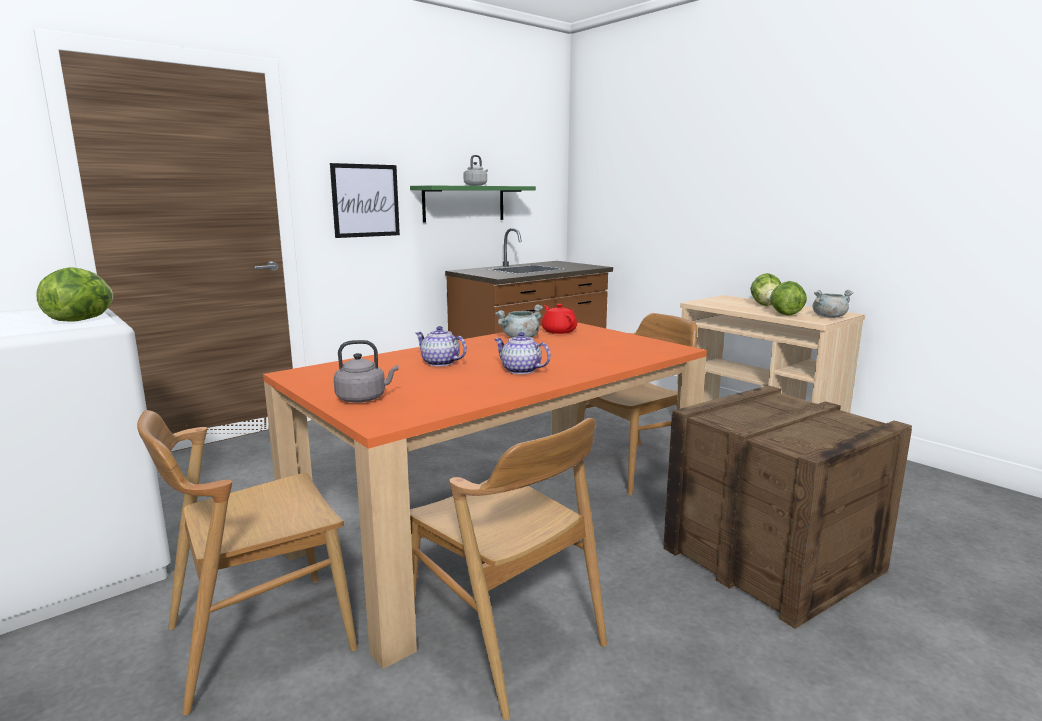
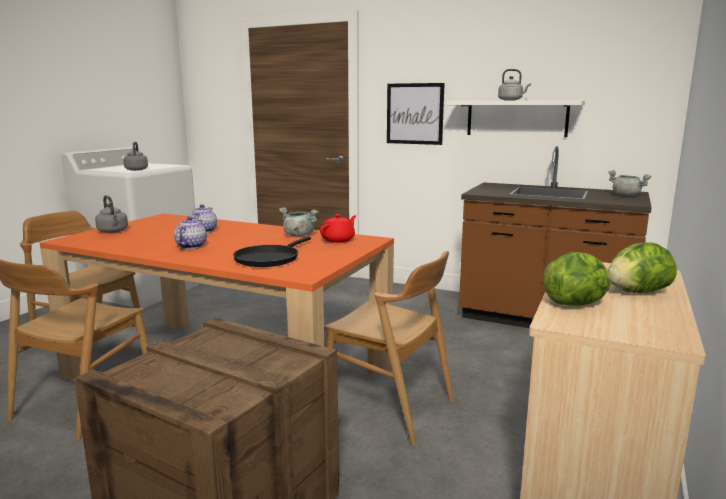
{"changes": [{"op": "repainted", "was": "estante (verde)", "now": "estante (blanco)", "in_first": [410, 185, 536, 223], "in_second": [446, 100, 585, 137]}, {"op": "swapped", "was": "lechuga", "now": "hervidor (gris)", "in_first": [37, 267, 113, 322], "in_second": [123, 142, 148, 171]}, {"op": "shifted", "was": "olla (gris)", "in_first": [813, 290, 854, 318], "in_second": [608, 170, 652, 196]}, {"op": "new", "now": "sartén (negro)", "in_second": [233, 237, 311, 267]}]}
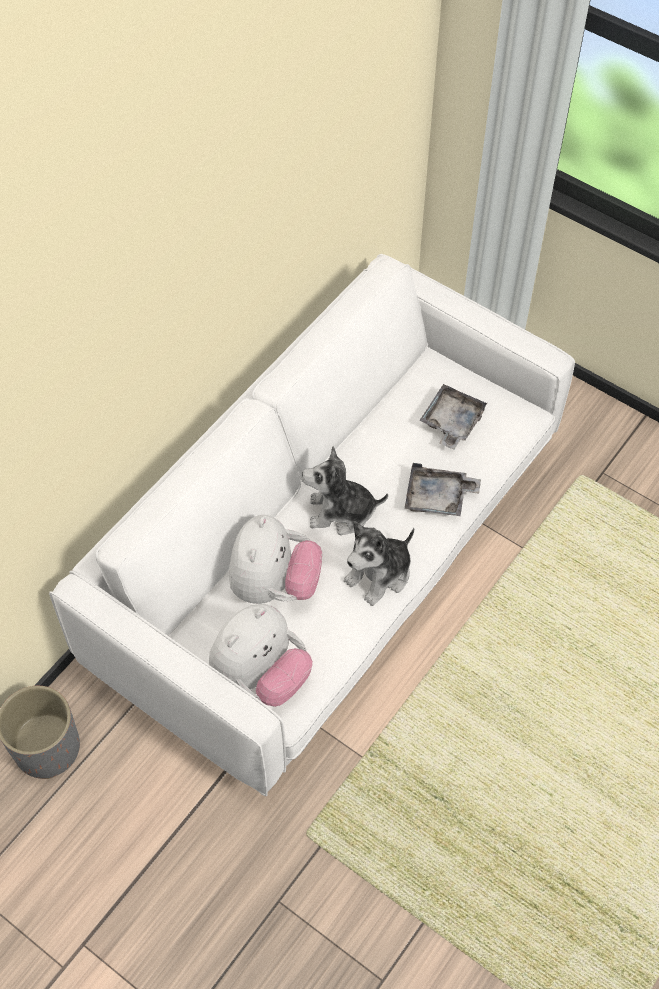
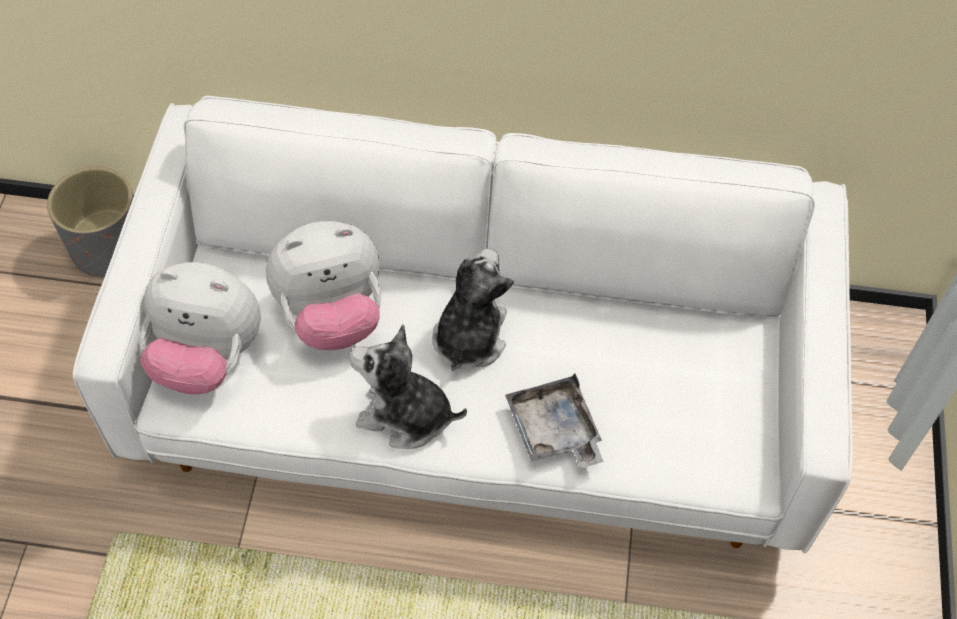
{"changes": [{"op": "gone", "was": "bandeja (gris)", "in_first": [419, 384, 487, 450]}, {"op": "rotated", "was": "peluche", "in_first": [302, 446, 388, 535], "in_second": [432, 248, 514, 371], "clockwise": 45}]}
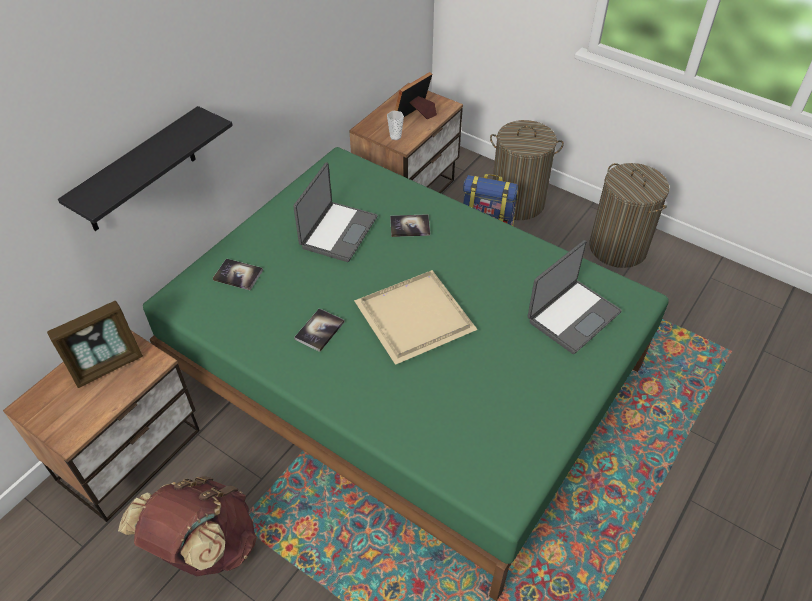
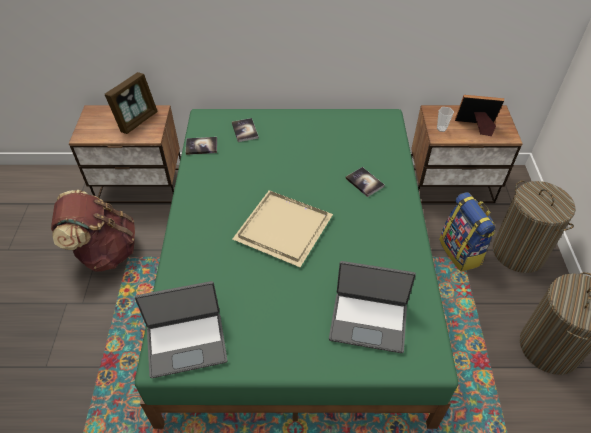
{"changes": [{"op": "gone", "was": "estante (negro)", "in_first": [58, 106, 233, 231]}, {"op": "shifted", "was": "portátil", "in_first": [293, 162, 377, 262], "in_second": [135, 281, 228, 378]}, {"op": "rotated", "was": "portarretratos", "in_first": [47, 301, 143, 388], "in_second": [105, 72, 158, 134], "clockwise": -75}, {"op": "shifted", "was": "libro", "in_first": [294, 308, 345, 352], "in_second": [185, 137, 217, 155]}]}
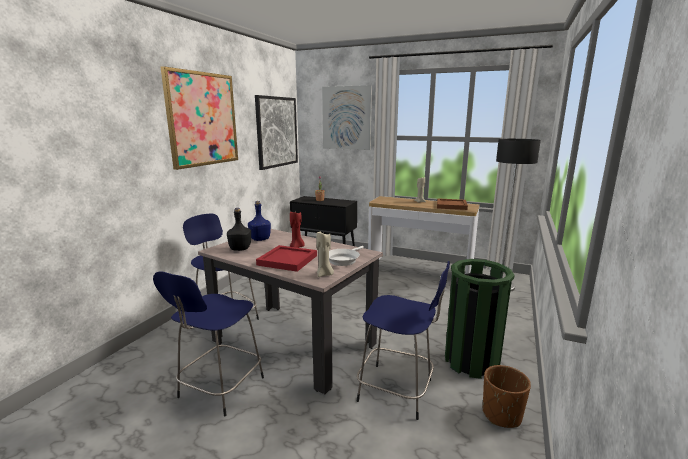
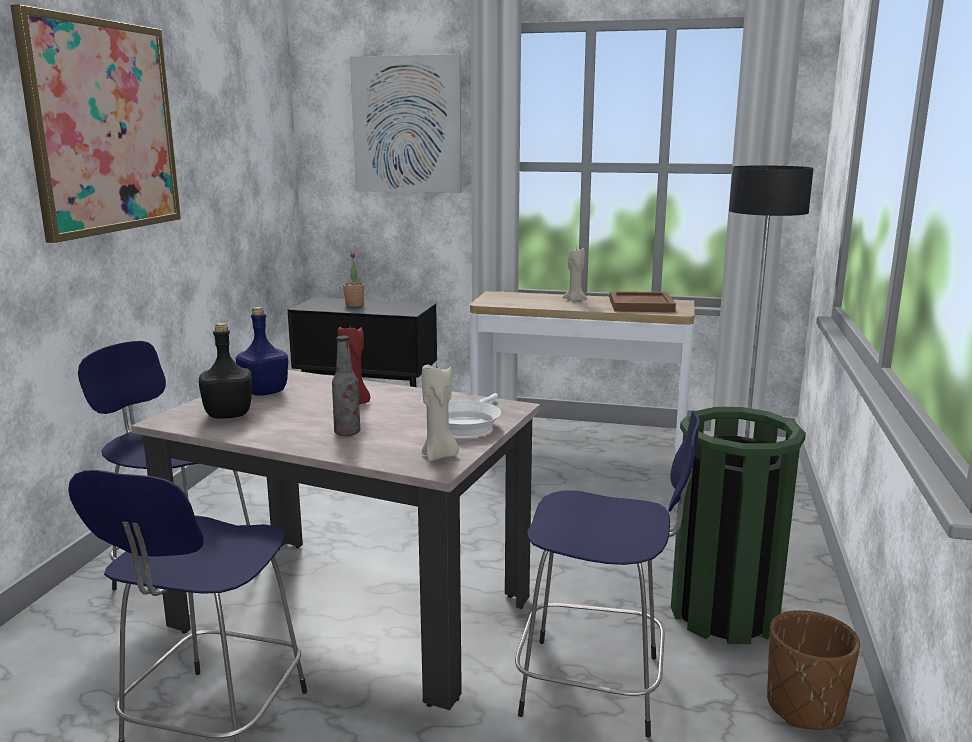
{"changes": [{"op": "gone", "was": "cuadro", "in_first": [255, 95, 298, 170]}, {"op": "swapped", "was": "bandeja (rojo)", "now": "botella", "in_first": [256, 245, 317, 272], "in_second": [332, 336, 360, 436]}]}
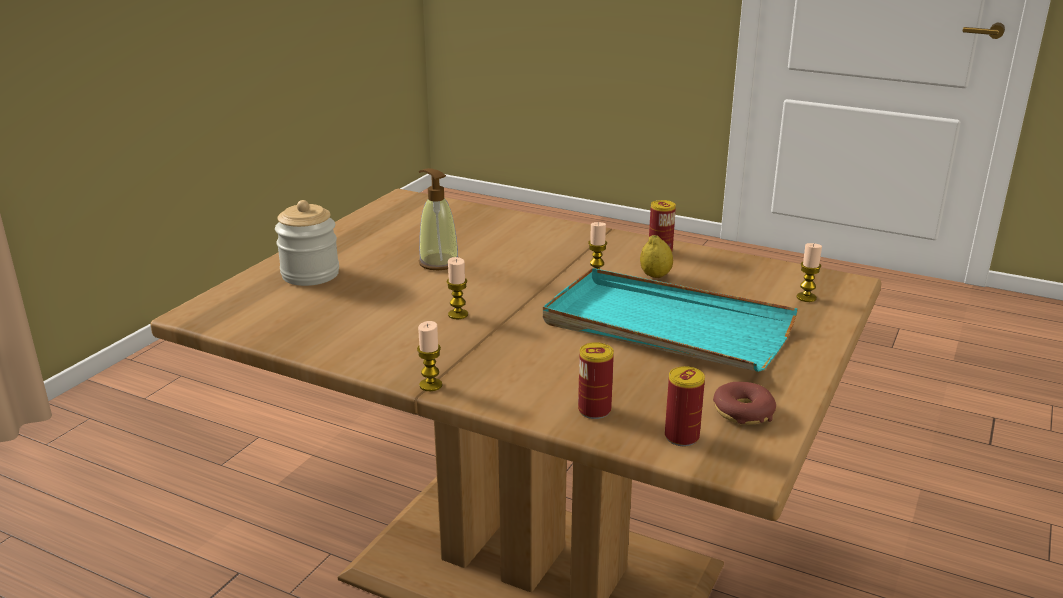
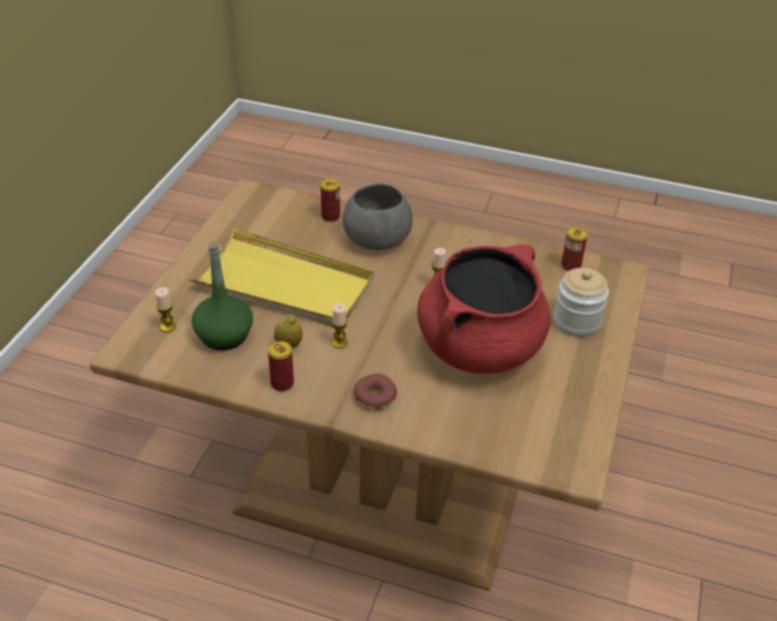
{"changes": [{"op": "swapped", "was": "dispensador de jabón", "now": "olla (rojo)", "in_first": [419, 168, 458, 270], "in_second": [417, 244, 550, 374]}, {"op": "repainted", "was": "bandeja (turquesa)", "now": "bandeja (amarillo)", "in_first": [543, 268, 798, 372], "in_second": [189, 228, 374, 327]}, {"op": "gone", "was": "vela", "in_first": [417, 321, 442, 391]}, {"op": "shifted", "was": "lata", "in_first": [665, 366, 705, 446], "in_second": [561, 227, 588, 271]}, {"op": "shifted", "was": "rosquilla", "in_first": [713, 382, 776, 425], "in_second": [354, 374, 397, 410]}, {"op": "new", "now": "cuenco (gris)", "in_second": [343, 184, 413, 250]}, {"op": "new", "now": "botella (verde)", "in_second": [192, 241, 253, 350]}]}
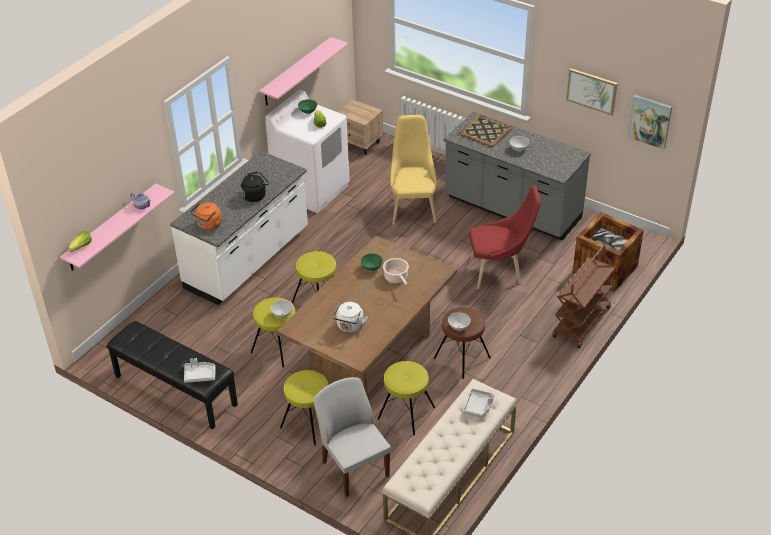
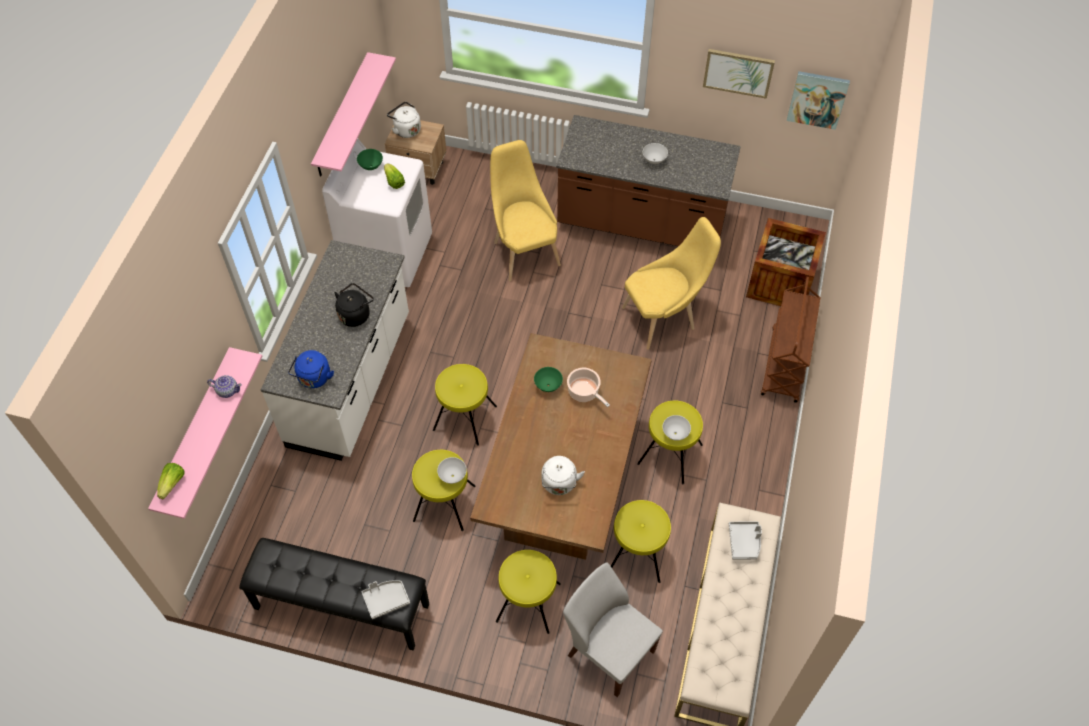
{"changes": [{"op": "repainted", "was": "mueble bajo de cocina (gris)", "now": "mueble bajo de cocina (marrón)", "in_first": [444, 112, 591, 241], "in_second": [556, 115, 741, 246]}, {"op": "gone", "was": "bandeja", "in_first": [459, 115, 513, 147]}, {"op": "repainted", "was": "silla (rojo)", "now": "silla (amarillo)", "in_first": [469, 185, 541, 289], "in_second": [622, 217, 721, 350]}, {"op": "repainted", "was": "hervidor (naranja)", "now": "hervidor (azul)", "in_first": [190, 202, 221, 230], "in_second": [288, 350, 334, 388]}, {"op": "repainted", "was": "taburete (marrón)", "now": "taburete (amarillo)", "in_first": [434, 307, 491, 379], "in_second": [637, 400, 703, 484]}, {"op": "new", "now": "hervidor (blanco)", "in_second": [387, 102, 421, 138]}]}
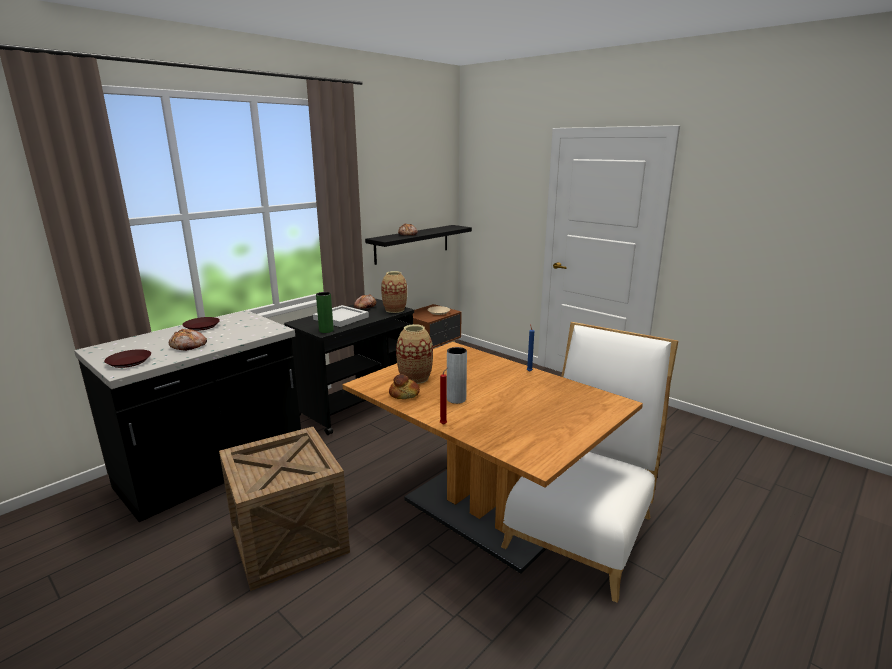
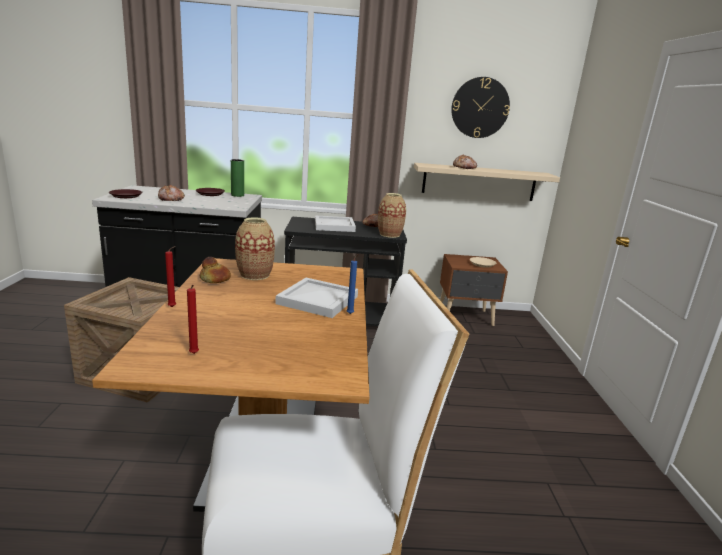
{"changes": [{"op": "repainted", "was": "estante (negro)", "now": "estante (beis)", "in_first": [365, 225, 472, 265], "in_second": [414, 163, 560, 201]}, {"op": "shifted", "was": "florero (verde)", "in_first": [316, 292, 334, 333], "in_second": [231, 159, 244, 197]}, {"op": "gone", "was": "florero (gris)", "in_first": [447, 347, 467, 404]}, {"op": "new", "now": "reloj de pared", "in_second": [451, 77, 510, 138]}, {"op": "new", "now": "bandeja (blanco)", "in_second": [276, 278, 358, 318]}, {"op": "new", "now": "vela (rojo)", "in_second": [187, 285, 199, 354]}]}
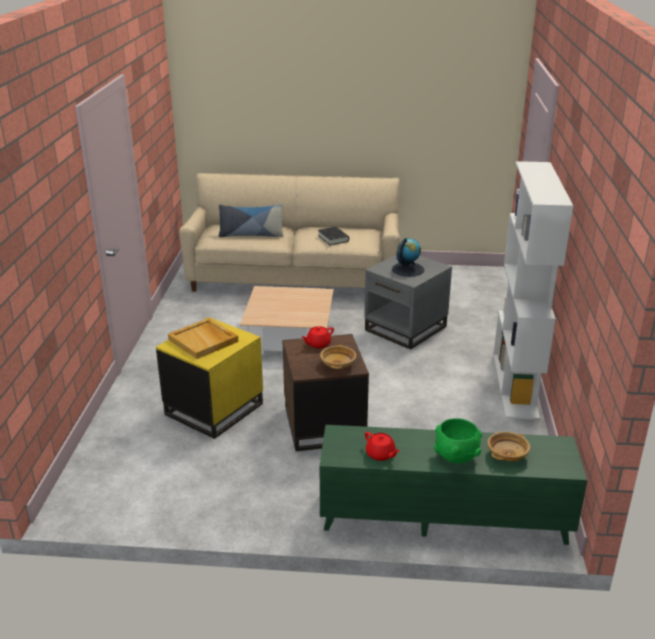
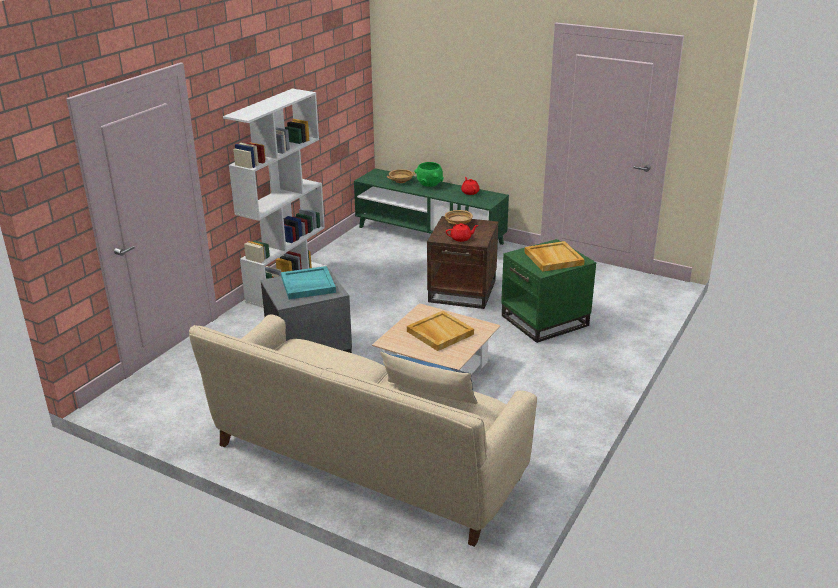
{"changes": [{"op": "gone", "was": "libro (negro)", "in_first": [318, 227, 349, 245]}, {"op": "swapped", "was": "globo terráqueo", "now": "bandeja (turquesa)", "in_first": [392, 238, 424, 277], "in_second": [281, 266, 336, 299]}, {"op": "repainted", "was": "mesa auxiliar (amarillo)", "now": "mesa auxiliar (verde)", "in_first": [156, 317, 263, 439], "in_second": [501, 239, 596, 343]}, {"op": "new", "now": "bandeja (beis)", "in_second": [407, 311, 474, 351]}]}
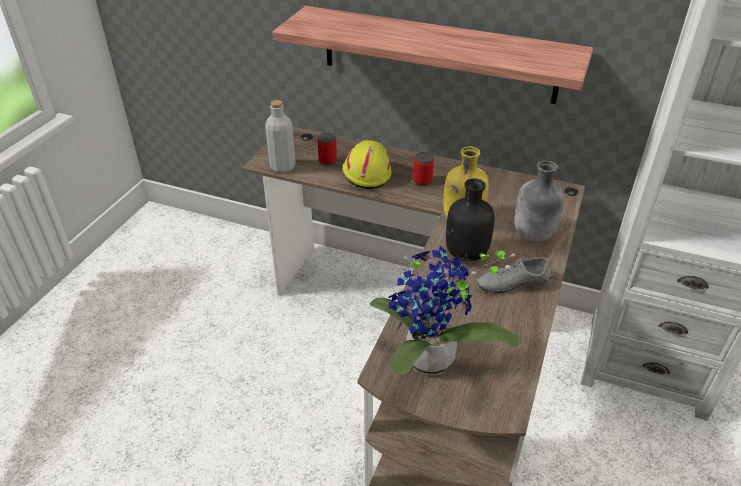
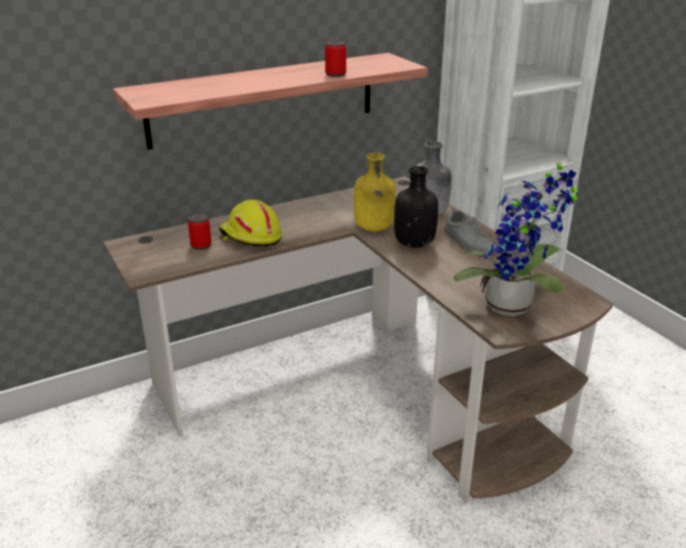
{"changes": [{"op": "gone", "was": "botella (gris)", "in_first": [265, 100, 296, 173]}, {"op": "shifted", "was": "lata", "in_first": [413, 152, 434, 186], "in_second": [325, 40, 346, 77]}, {"op": "rotated", "was": "zapato (gris)", "in_first": [476, 256, 552, 294], "in_second": [444, 209, 496, 254], "clockwise": -60}]}
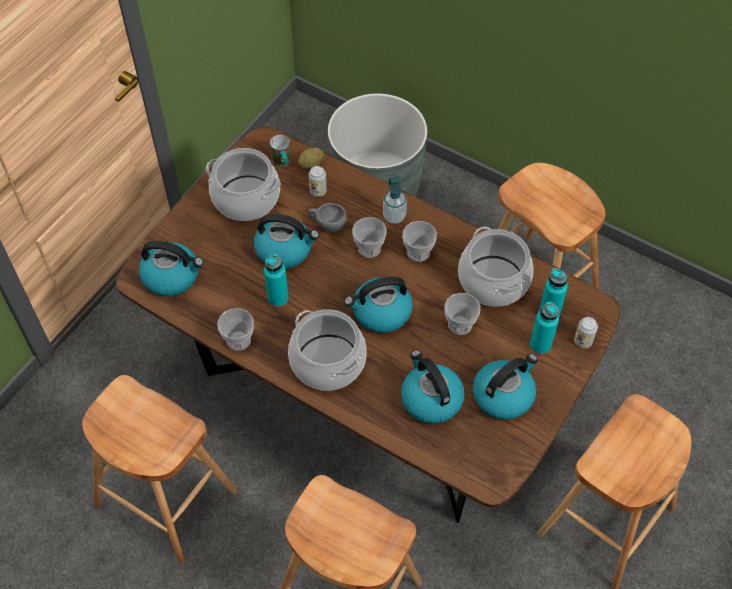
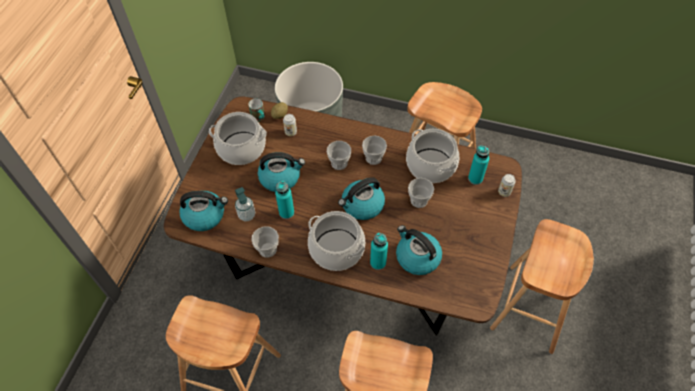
{"changes": [{"op": "shifted", "was": "dispensador de jabón", "in_first": [383, 176, 407, 224], "in_second": [235, 187, 255, 221]}, {"op": "gone", "was": "taza (gris)", "in_first": [308, 203, 347, 232]}, {"op": "shifted", "was": "botella (turquesa)", "in_first": [530, 301, 559, 354], "in_second": [370, 233, 388, 270]}, {"op": "gone", "was": "hervidor", "in_first": [472, 354, 538, 420]}]}
